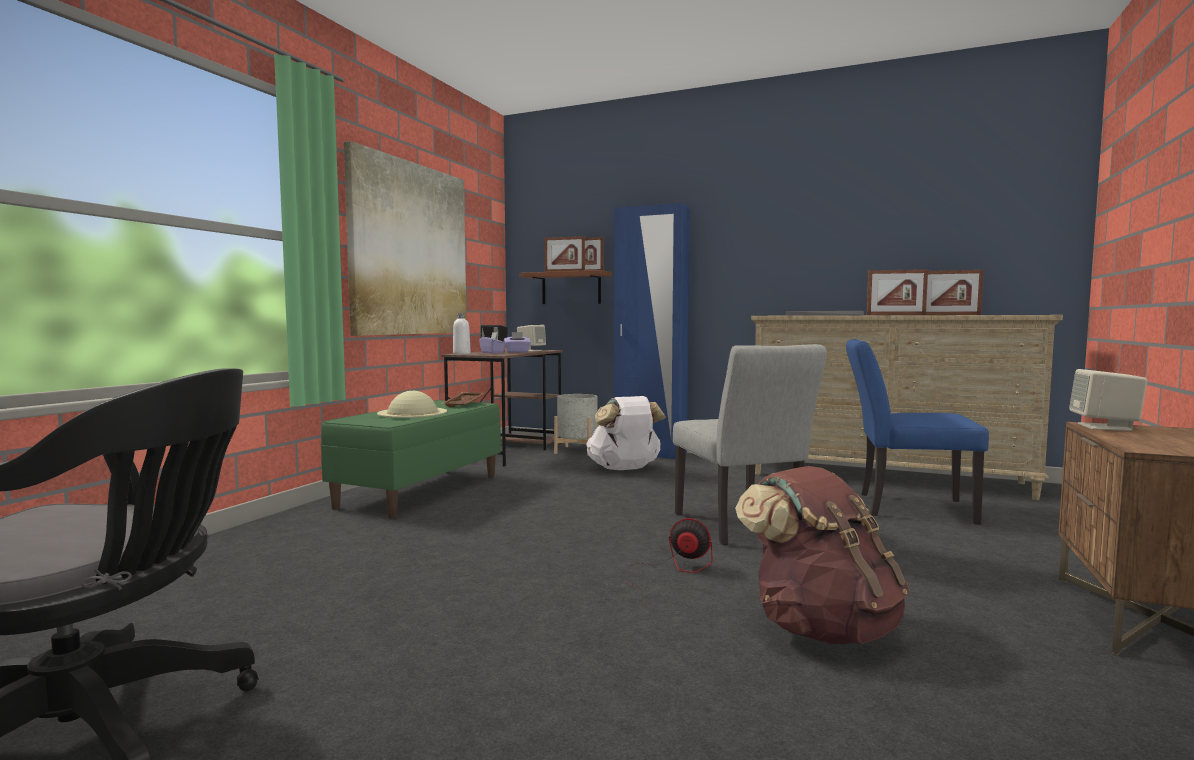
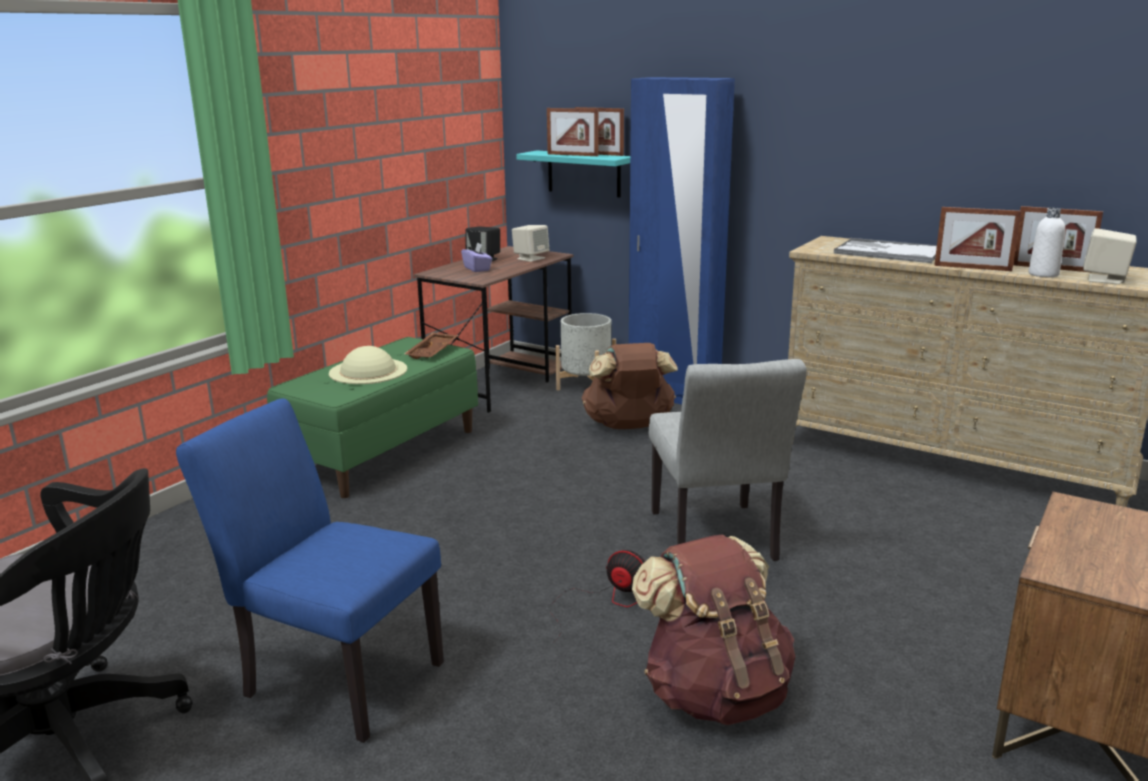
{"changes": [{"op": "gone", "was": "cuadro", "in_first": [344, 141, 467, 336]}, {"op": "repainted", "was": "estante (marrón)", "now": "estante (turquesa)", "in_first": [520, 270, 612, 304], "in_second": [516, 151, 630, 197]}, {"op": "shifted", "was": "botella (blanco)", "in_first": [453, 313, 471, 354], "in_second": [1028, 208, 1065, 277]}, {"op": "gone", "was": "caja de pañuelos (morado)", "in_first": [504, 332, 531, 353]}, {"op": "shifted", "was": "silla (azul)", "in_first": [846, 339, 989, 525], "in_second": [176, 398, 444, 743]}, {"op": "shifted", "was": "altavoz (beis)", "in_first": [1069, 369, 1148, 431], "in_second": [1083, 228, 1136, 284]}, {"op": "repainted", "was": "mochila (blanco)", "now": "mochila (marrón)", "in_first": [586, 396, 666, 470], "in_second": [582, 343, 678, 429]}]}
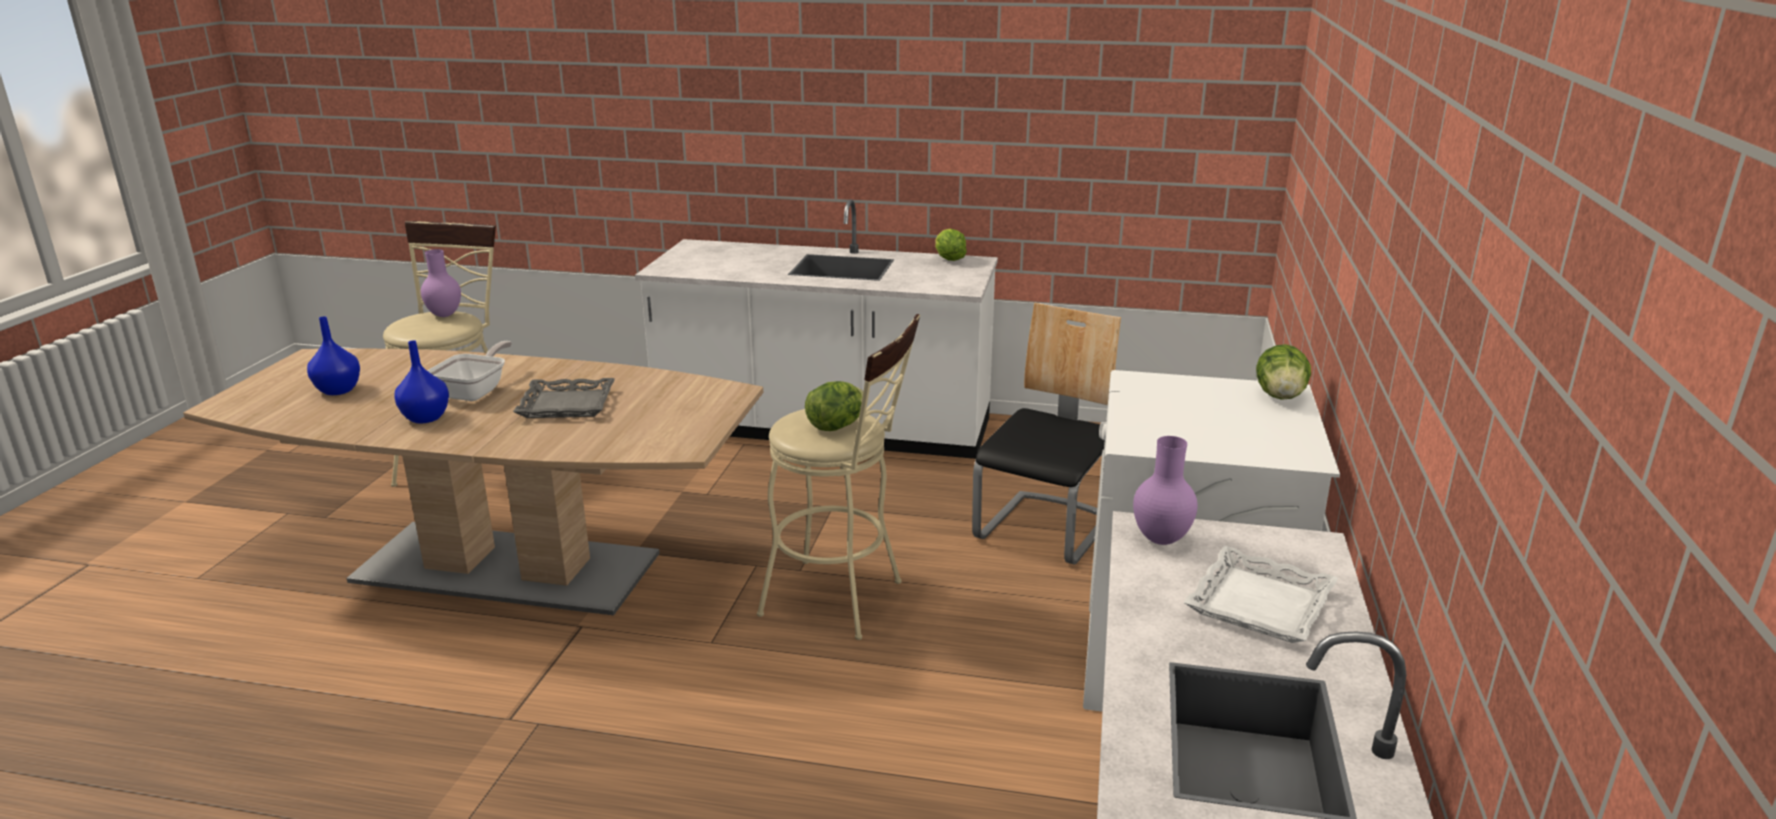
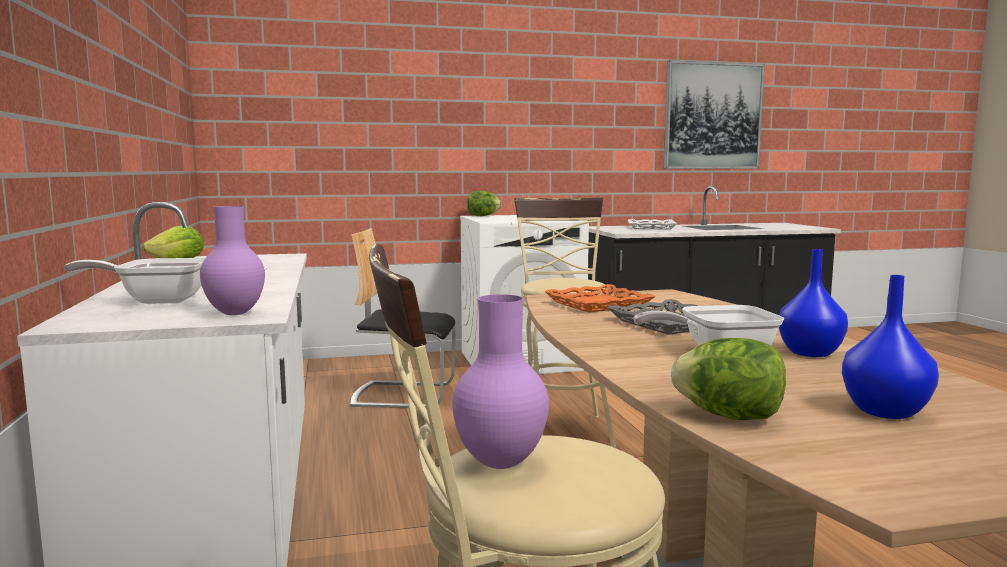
{"changes": [{"op": "shifted", "was": "lechuga", "in_first": [805, 381, 863, 431], "in_second": [671, 338, 786, 420]}, {"op": "shifted", "was": "florero (morado)", "in_first": [1133, 436, 1198, 545], "in_second": [200, 206, 265, 315]}, {"op": "new", "now": "cuadro", "in_second": [664, 60, 765, 169]}, {"op": "new", "now": "sartén", "in_second": [64, 258, 205, 304]}, {"op": "new", "now": "bandeja (naranja)", "in_second": [544, 284, 656, 313]}]}
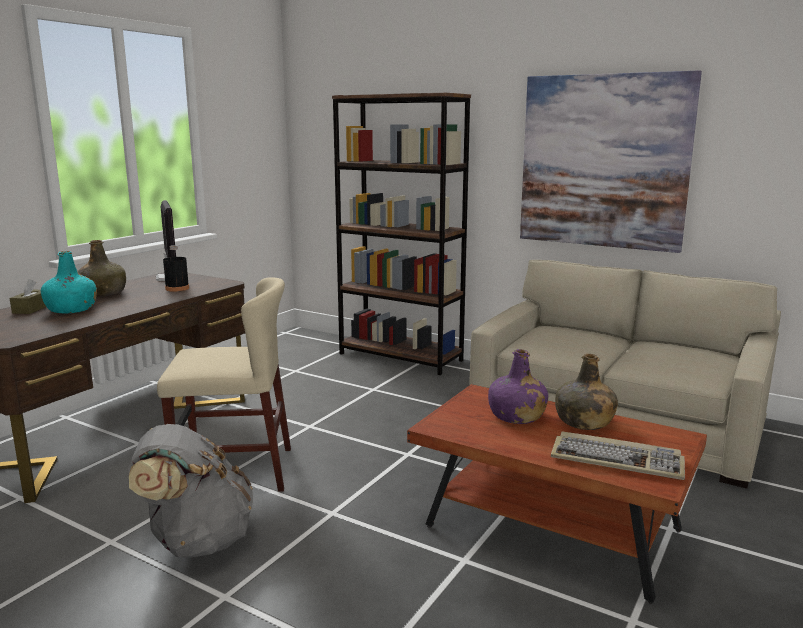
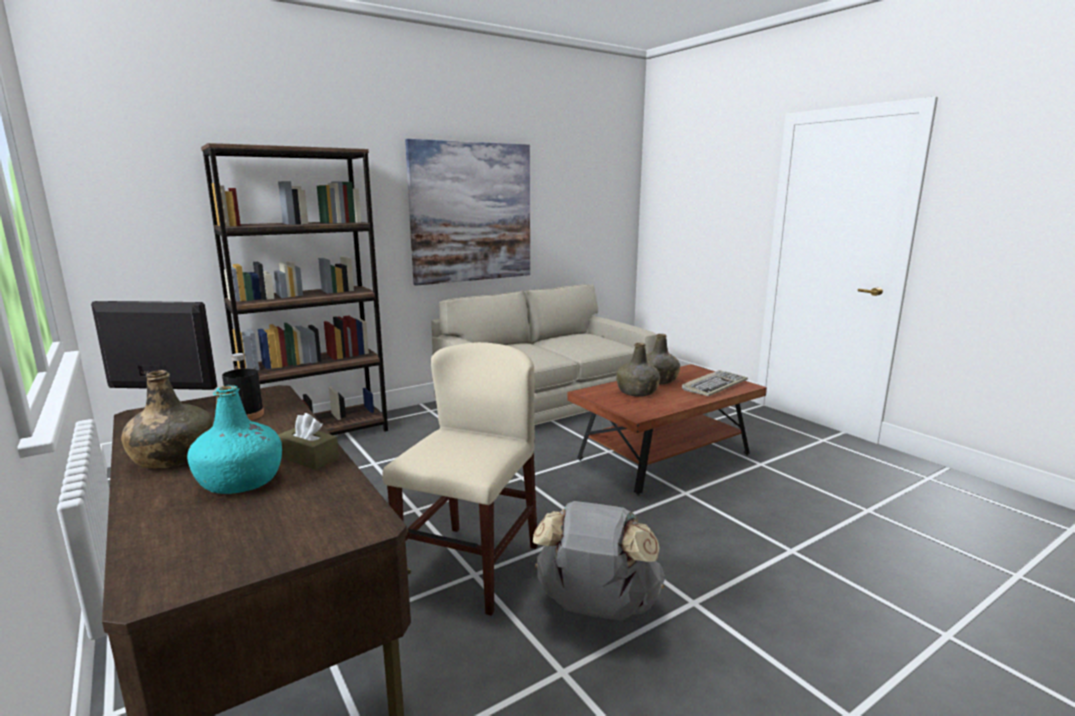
{"changes": [{"op": "shifted", "was": "caja de pañuelos (marrón)", "in_first": [10, 279, 46, 314], "in_second": [278, 413, 339, 470]}, {"op": "repainted", "was": "botella (morado)", "now": "botella (verde)", "in_first": [488, 349, 548, 424], "in_second": [616, 343, 660, 397]}]}
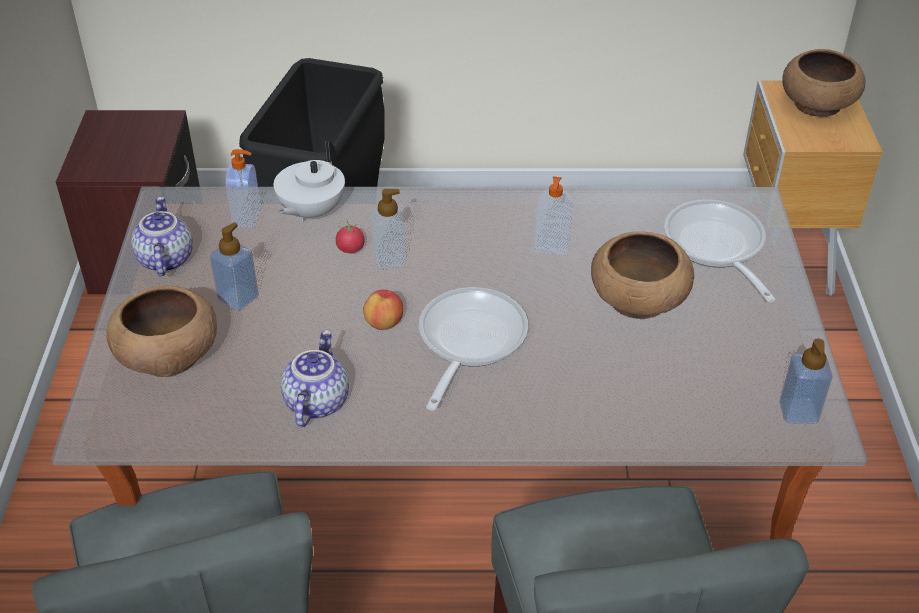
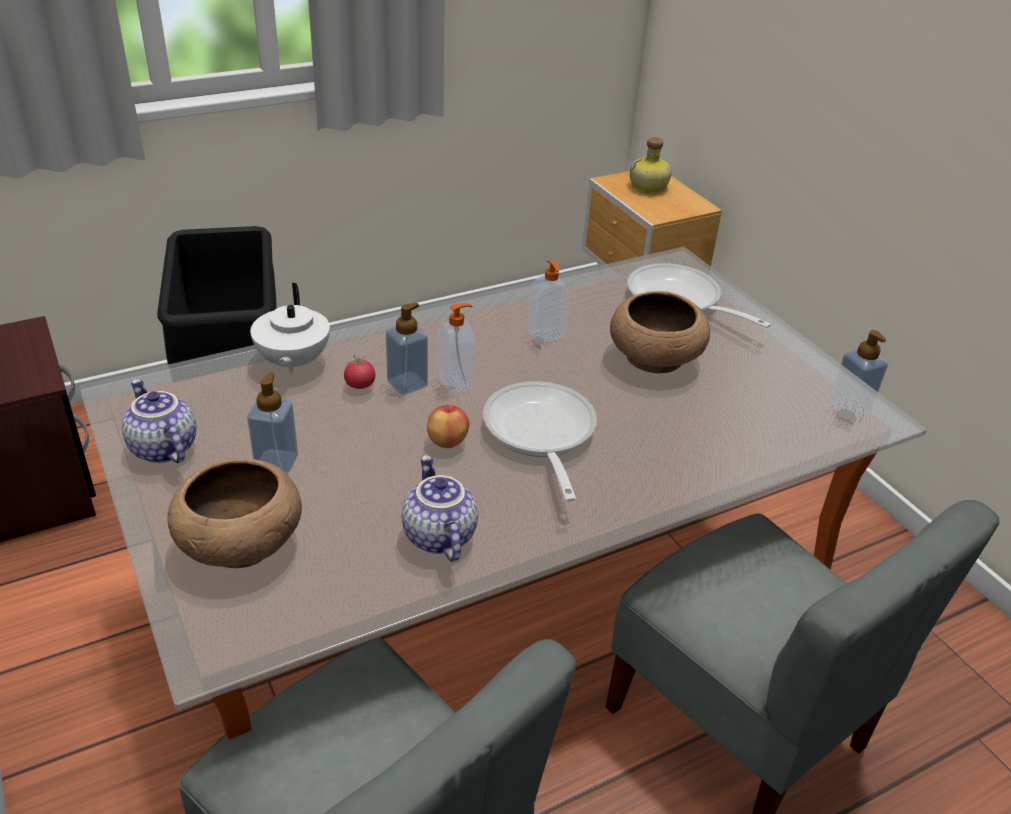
{"changes": [{"op": "swapped", "was": "cuenco (marrón)", "now": "botella", "in_first": [782, 49, 866, 117], "in_second": [630, 137, 672, 194]}, {"op": "shifted", "was": "dispensador de jabón", "in_first": [226, 149, 261, 228], "in_second": [438, 303, 474, 394]}]}
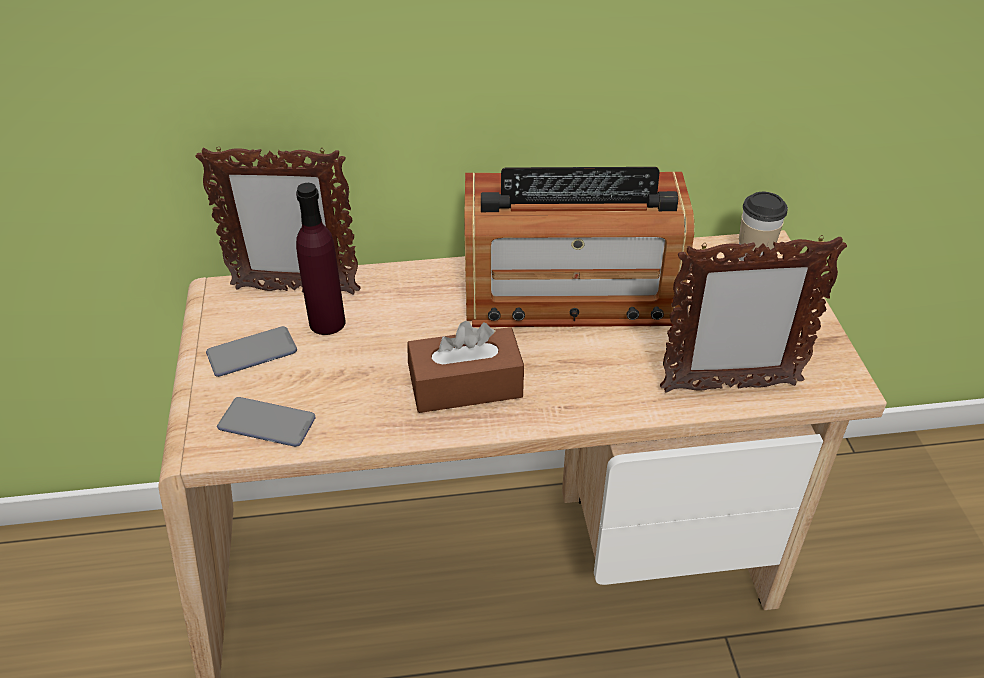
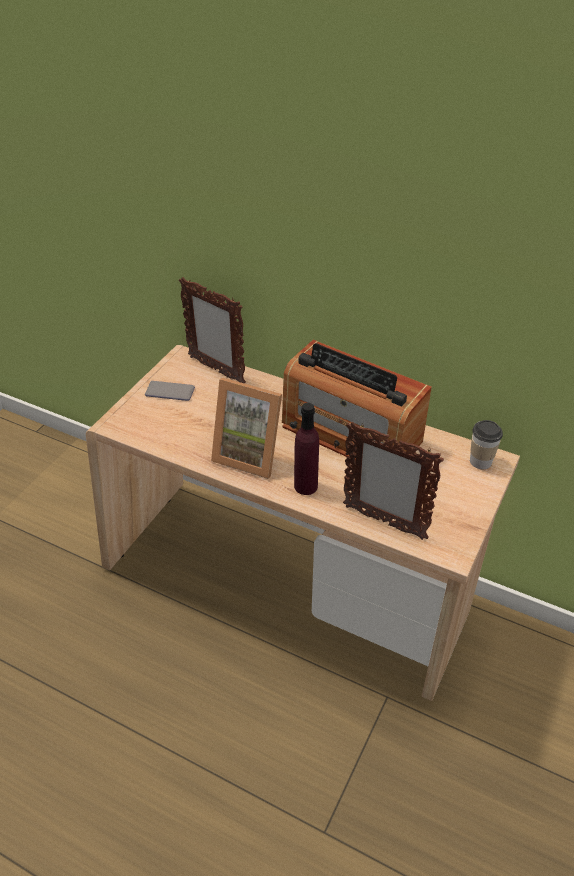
{"changes": [{"op": "shifted", "was": "botella (morado)", "in_first": [296, 183, 346, 335], "in_second": [294, 403, 319, 495]}, {"op": "swapped", "was": "caja de pañuelos (marrón)", "now": "portarretratos", "in_first": [407, 321, 524, 413], "in_second": [211, 378, 282, 479]}, {"op": "gone", "was": "móvil", "in_first": [217, 397, 316, 447]}]}
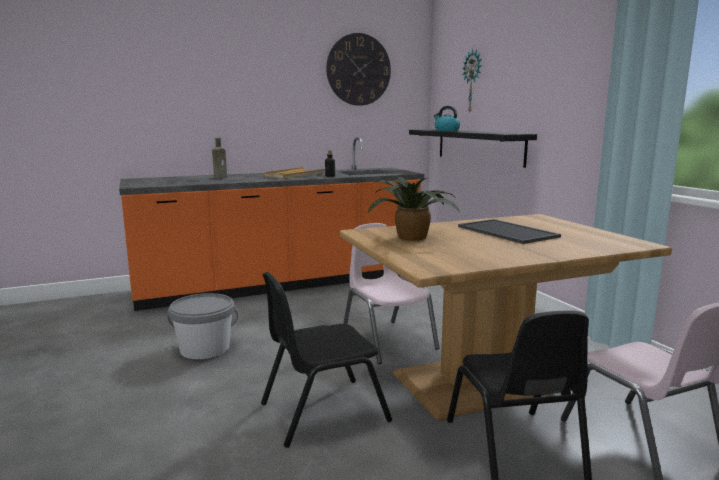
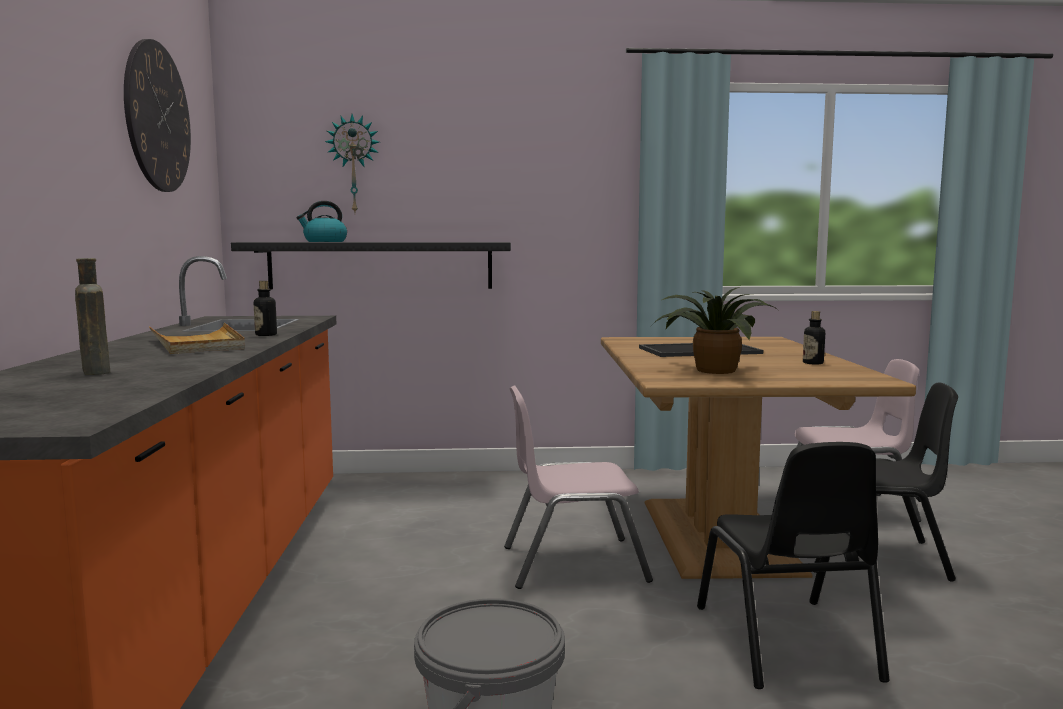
{"changes": [{"op": "new", "now": "botella", "in_second": [803, 311, 825, 365]}]}
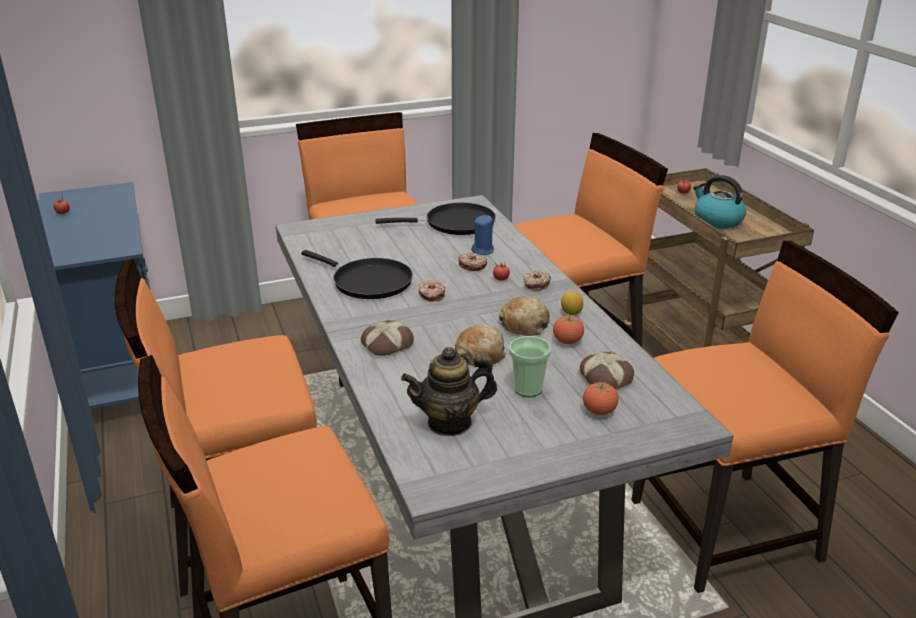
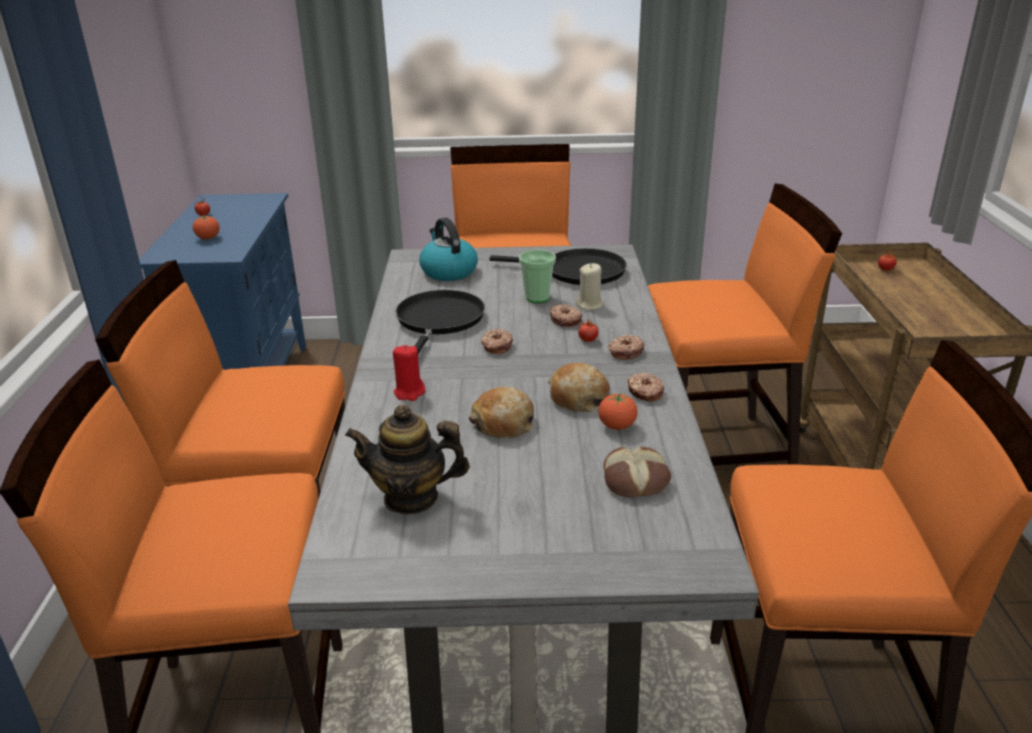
{"changes": [{"op": "shifted", "was": "hervidor", "in_first": [693, 175, 746, 229], "in_second": [419, 218, 478, 281]}, {"op": "repainted", "was": "vela (azul)", "now": "vela (beis)", "in_first": [471, 215, 494, 255], "in_second": [576, 263, 604, 310]}, {"op": "rotated", "was": "sartén (negro)", "in_first": [301, 250, 413, 299], "in_second": [396, 290, 485, 354], "clockwise": -135}, {"op": "swapped", "was": "limón", "now": "rosquilla", "in_first": [561, 291, 583, 315], "in_second": [628, 373, 664, 402]}, {"op": "swapped", "was": "pan", "now": "vela (rojo)", "in_first": [361, 320, 414, 356], "in_second": [393, 345, 425, 401]}, {"op": "shifted", "was": "taza", "in_first": [509, 336, 551, 397], "in_second": [519, 250, 556, 303]}, {"op": "shifted", "was": "tomate", "in_first": [583, 382, 618, 415], "in_second": [193, 216, 220, 239]}]}
